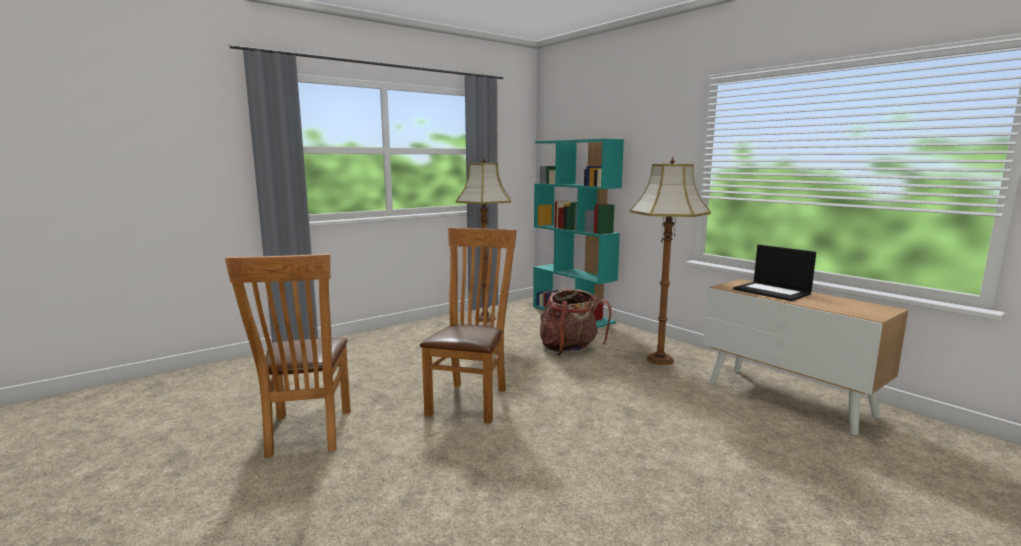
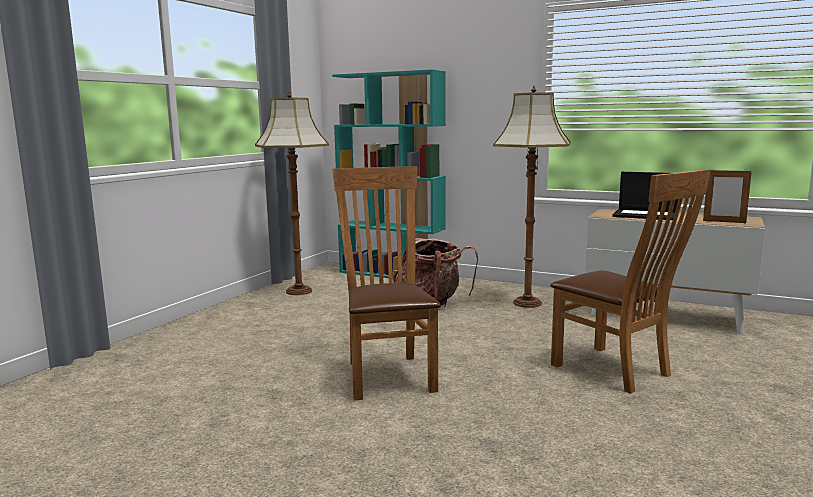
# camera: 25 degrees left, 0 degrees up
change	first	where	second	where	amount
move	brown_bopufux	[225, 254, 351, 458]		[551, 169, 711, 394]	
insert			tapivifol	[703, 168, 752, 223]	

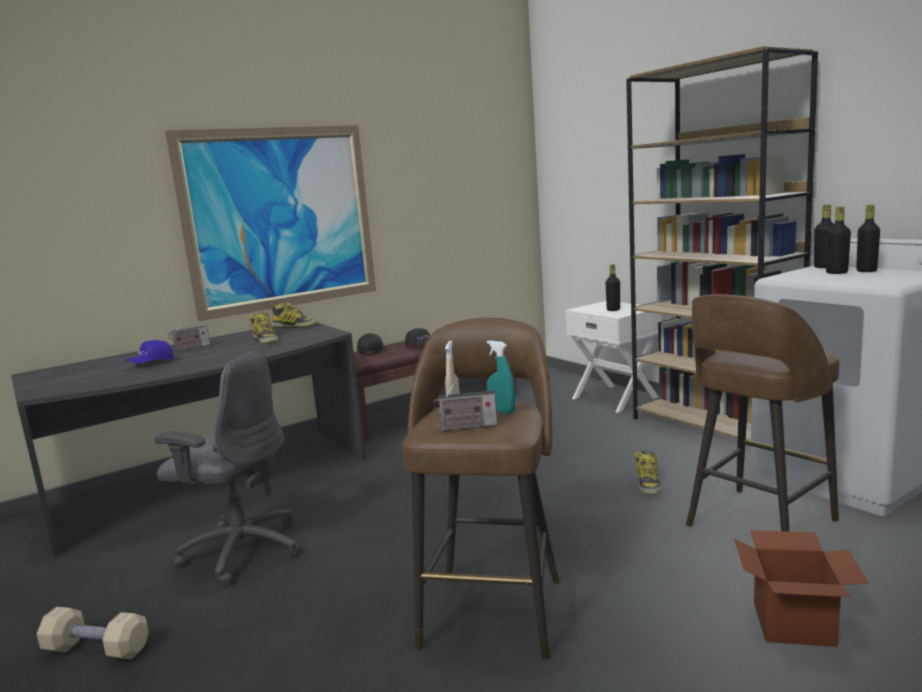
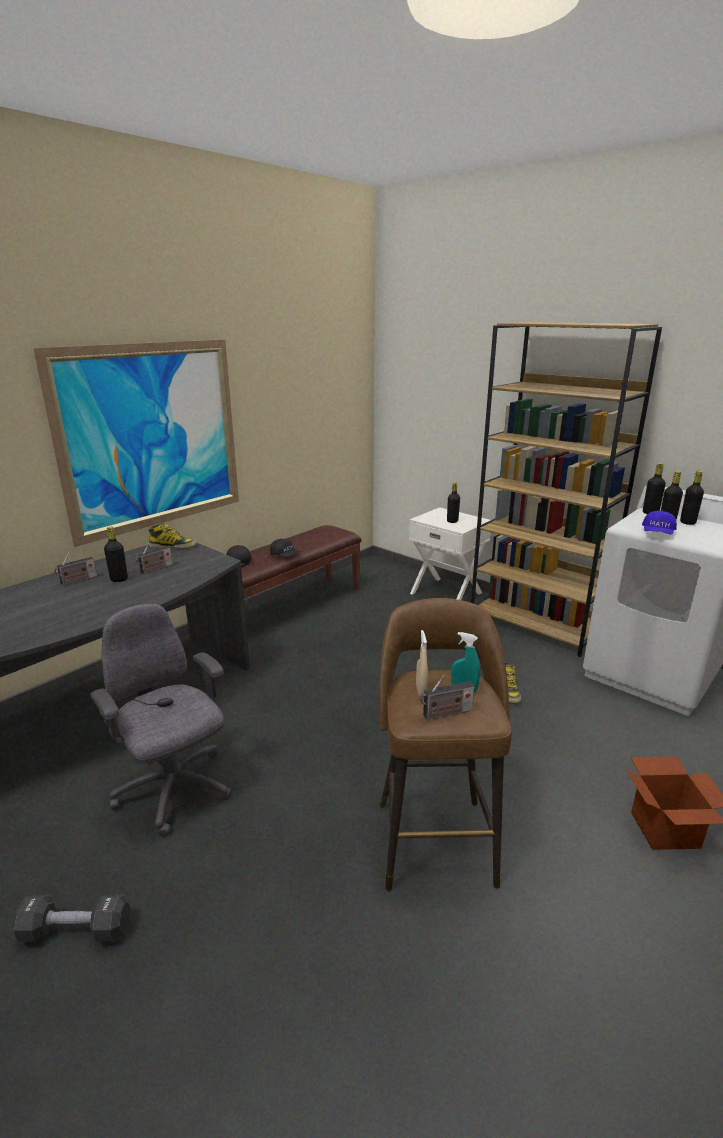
# camera: 15 degrees left, 10 degrees up
change	first	where	second	where	amount
delete	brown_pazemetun	[686, 294, 839, 532]			
replace	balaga	[249, 312, 279, 343]	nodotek	[136, 542, 173, 574]	
move	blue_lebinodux	[125, 340, 174, 364]		[642, 511, 677, 534]	
rotate	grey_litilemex	[155, 351, 302, 587]		[90, 604, 232, 837]	135 degrees counterclockwise
recolor	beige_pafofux	[37, 607, 149, 659]	black_pafofux	[12, 894, 130, 942]	
insert			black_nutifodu	[104, 527, 128, 582]	

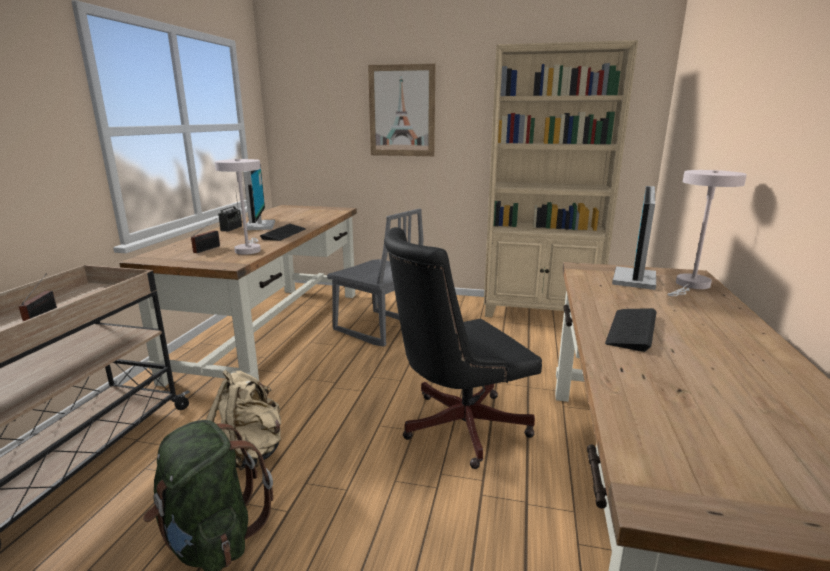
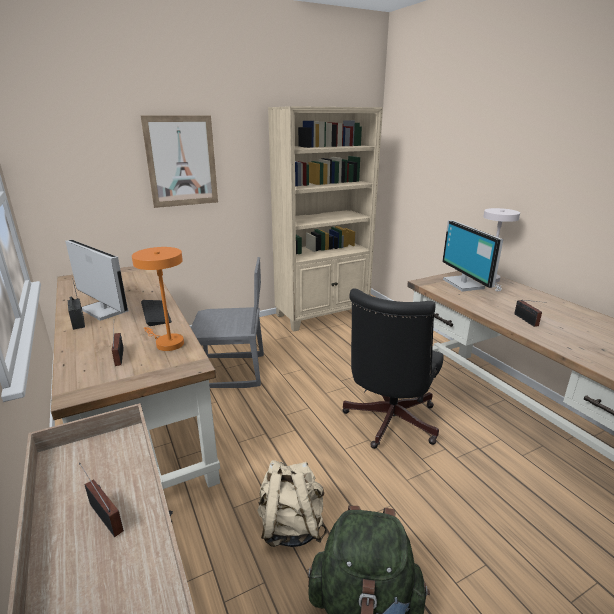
# camera: 40 degrees left, 5 degrees up
change	first	where	second	where	amount
recolor	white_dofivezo	[215, 159, 261, 255]	orange_dofivezo	[132, 247, 184, 351]	
replace	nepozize	[605, 308, 657, 352]	nodotek	[514, 300, 547, 327]	

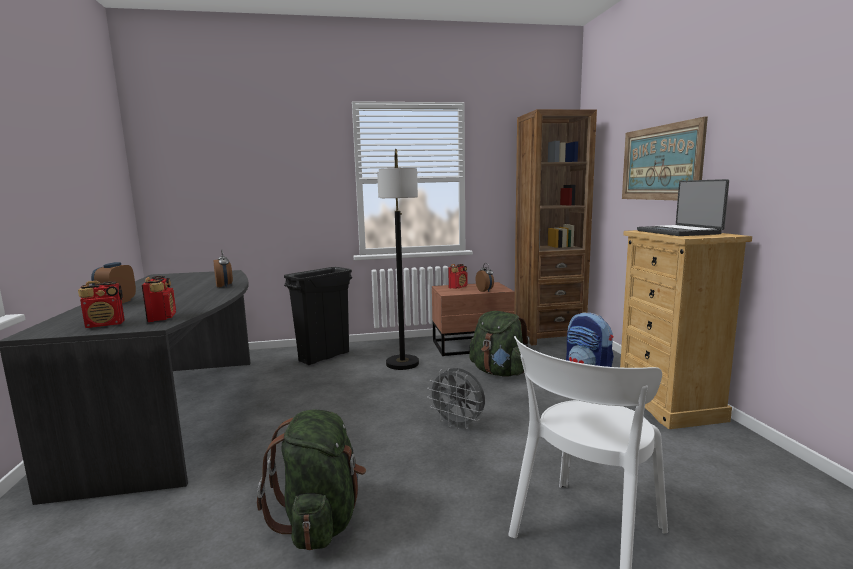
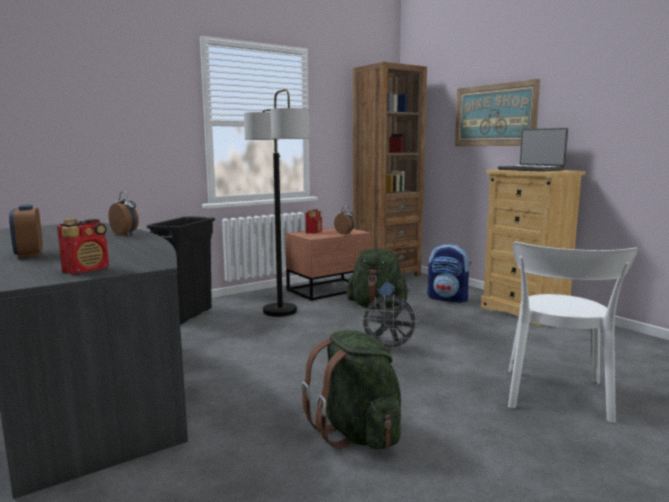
# camera: 25 degrees left, 0 degrees up
change	first	where	second	where	amount
delete	nodotek	[142, 276, 176, 322]			

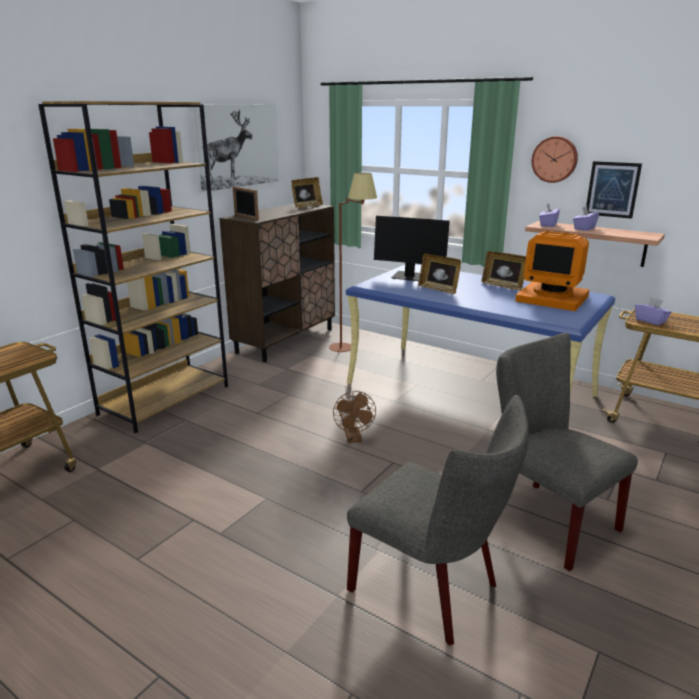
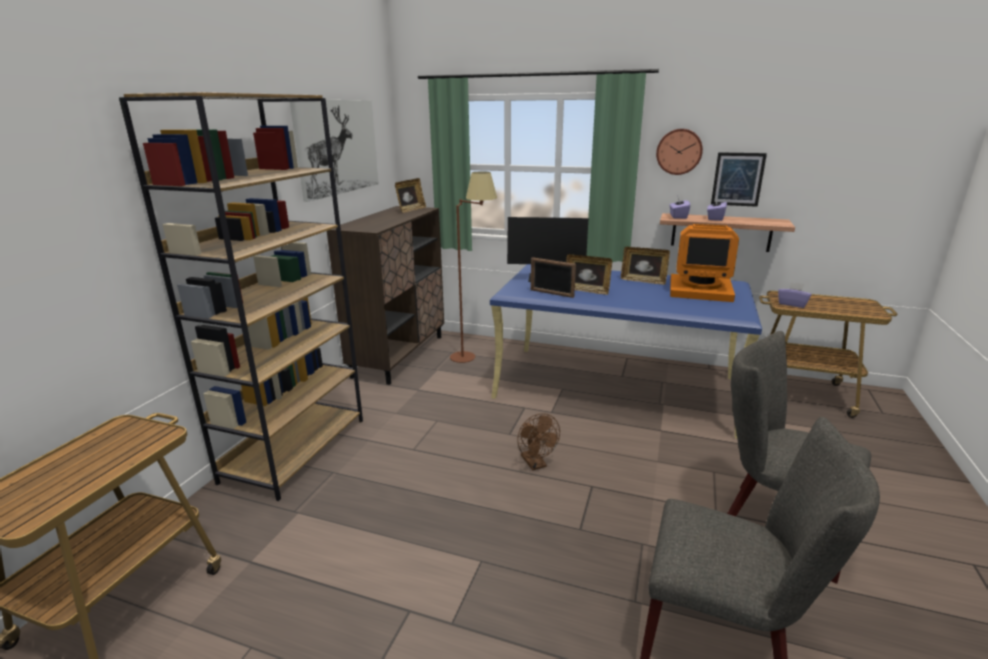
# camera: 15 degrees left, 0 degrees up
change	first	where	second	where	amount
move	tapivifol	[233, 186, 259, 221]		[531, 257, 576, 298]	

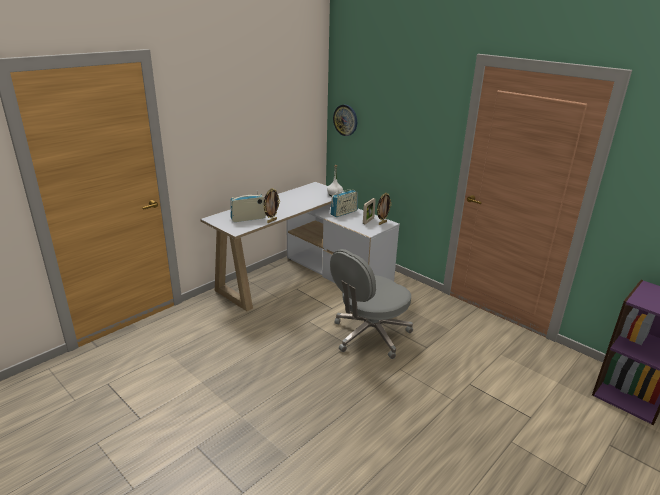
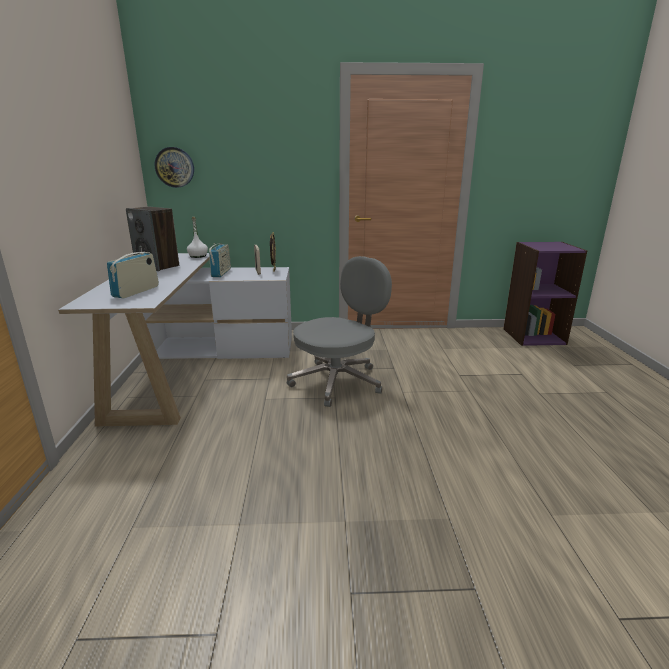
# camera: 45 degrees left, 5 degrees down
change	first	where	second	where	amount
delete	tapivifol	[263, 188, 280, 223]			
rotate	grey_litilemex	[330, 249, 413, 359]		[287, 256, 392, 407]	135 degrees counterclockwise
insert			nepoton	[126, 207, 179, 271]	

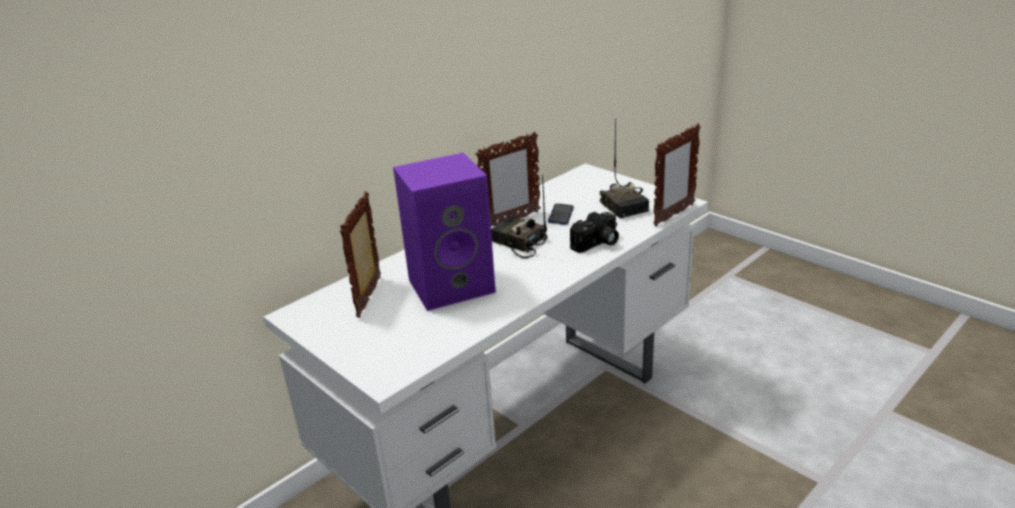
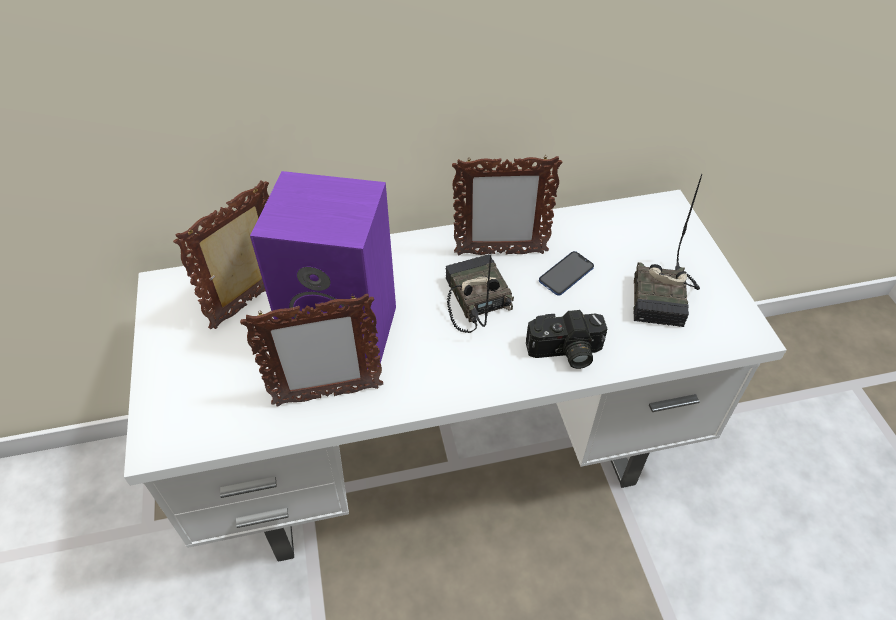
# camera: 30 degrees right, 20 degrees up
change	first	where	second	where	amount
move	tapivifol	[653, 123, 701, 227]		[240, 294, 383, 407]	

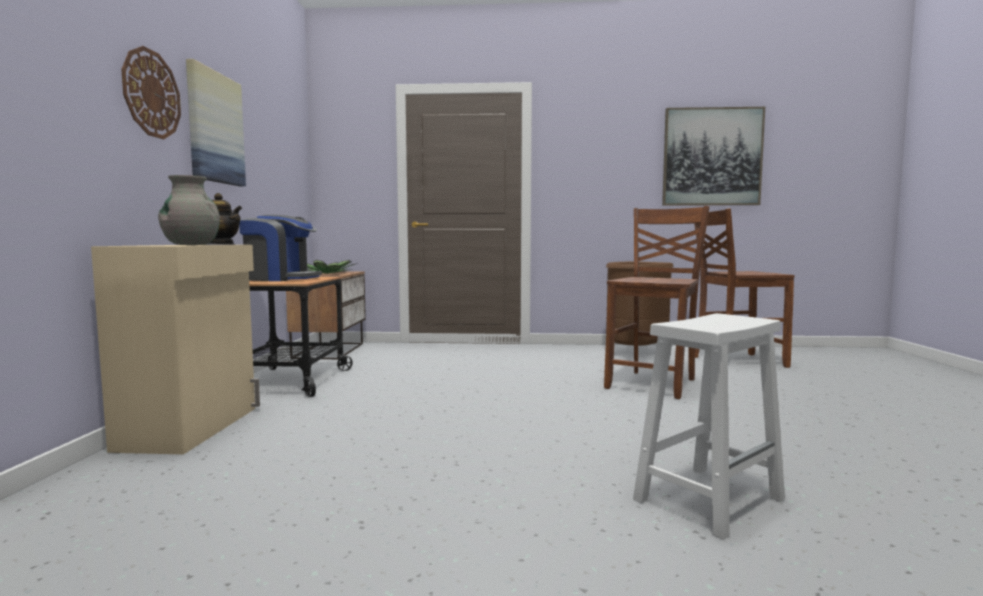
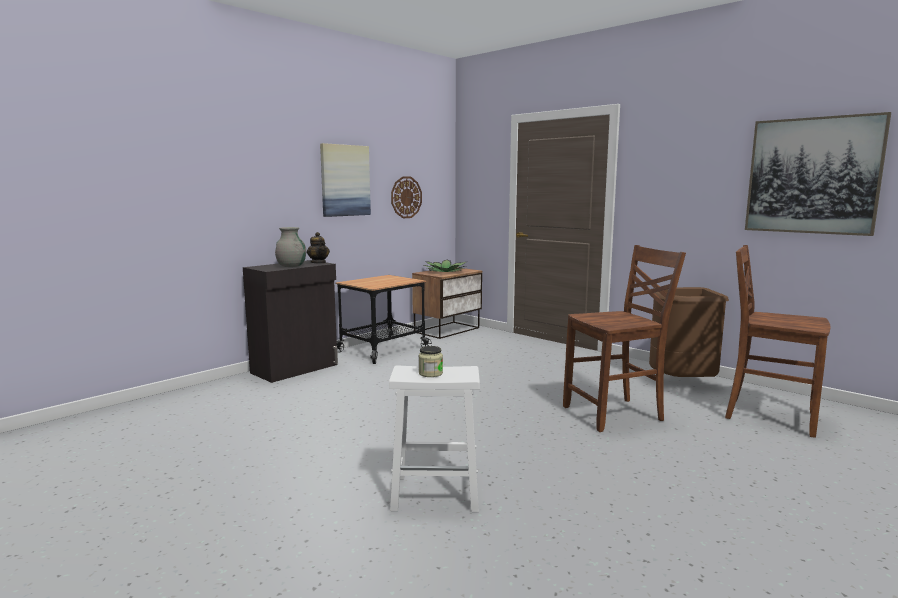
# camera: 40 degrees right, 5 degrees up
change	first	where	second	where	amount
move	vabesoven	[121, 46, 181, 139]		[391, 176, 422, 218]	
delete	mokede	[239, 215, 322, 281]			
recolor	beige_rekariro	[91, 245, 260, 454]	black_rekariro	[243, 260, 338, 383]	
insert			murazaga	[418, 346, 443, 377]	

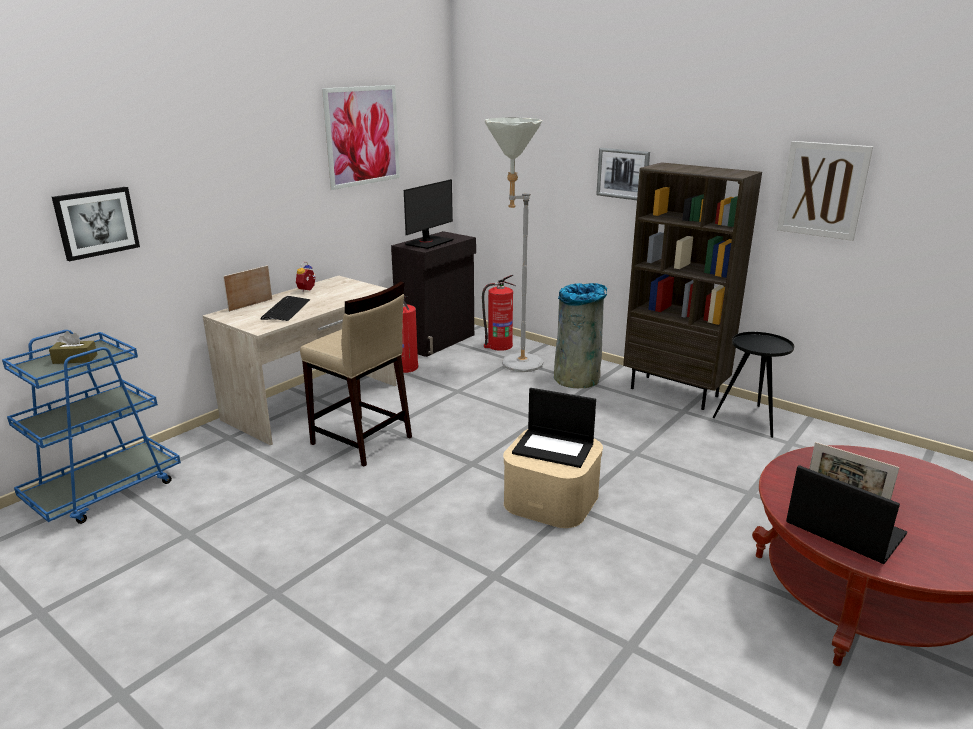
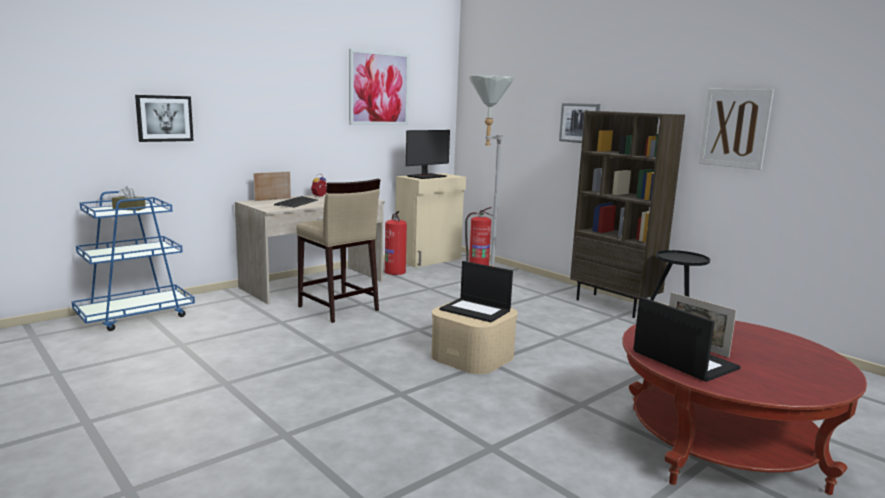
# camera: 10 degrees right, 10 degrees down
change	first	where	second	where	amount
recolor	black_rekariro	[391, 231, 476, 357]	beige_rekariro	[395, 173, 466, 268]	
delete	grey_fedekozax	[554, 283, 607, 388]			

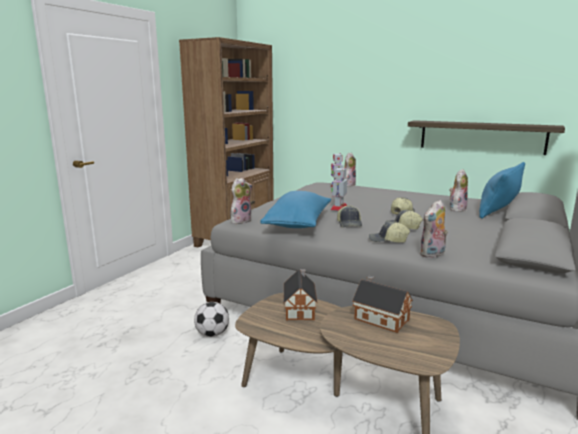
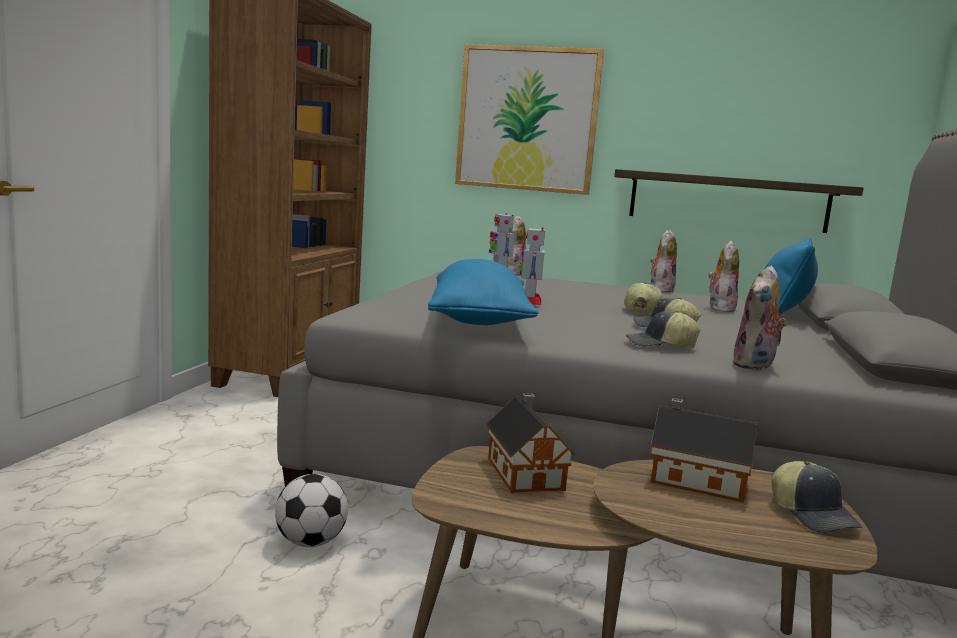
# camera: 15 degrees left, 5 degrees down
change	first	where	second	where	amount
move	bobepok	[230, 178, 252, 224]		[650, 230, 677, 292]	
move	lebinodux	[337, 205, 362, 227]		[772, 461, 863, 533]	
insert			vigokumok	[455, 44, 604, 195]	

